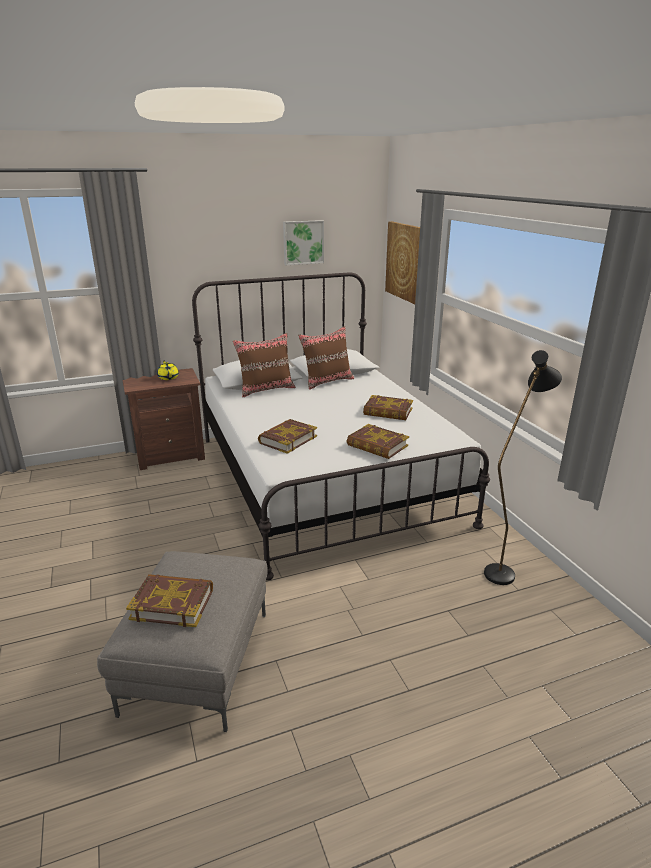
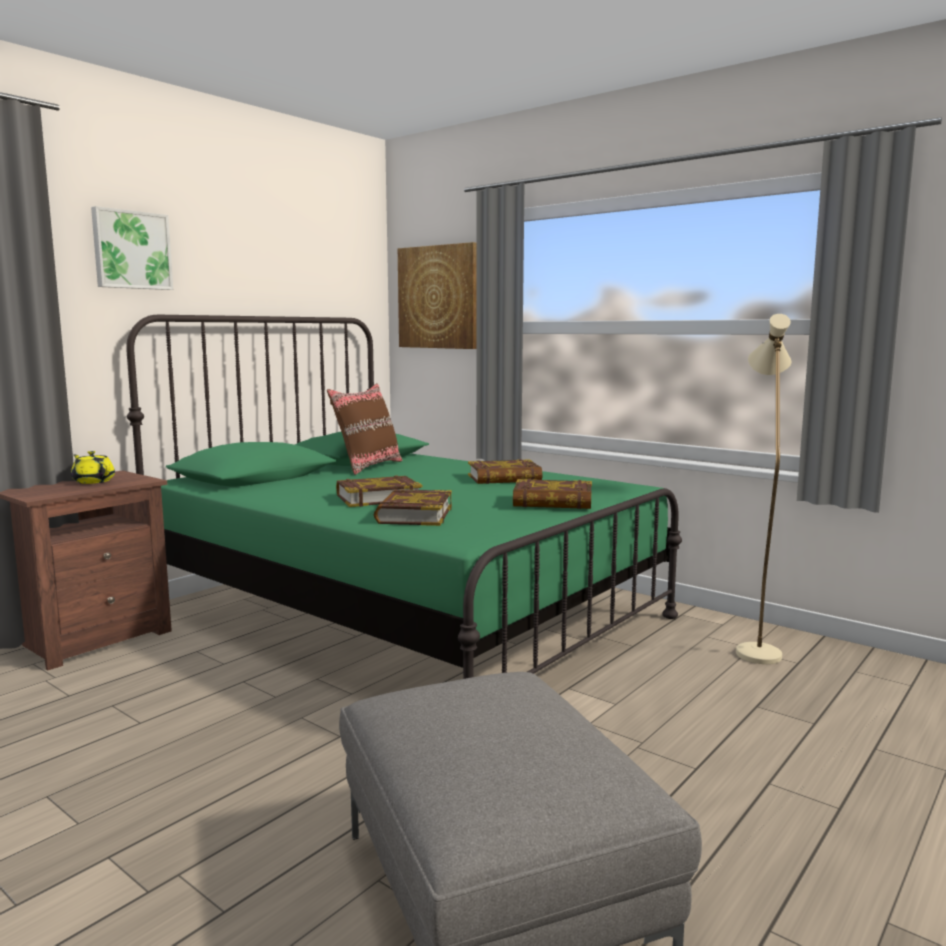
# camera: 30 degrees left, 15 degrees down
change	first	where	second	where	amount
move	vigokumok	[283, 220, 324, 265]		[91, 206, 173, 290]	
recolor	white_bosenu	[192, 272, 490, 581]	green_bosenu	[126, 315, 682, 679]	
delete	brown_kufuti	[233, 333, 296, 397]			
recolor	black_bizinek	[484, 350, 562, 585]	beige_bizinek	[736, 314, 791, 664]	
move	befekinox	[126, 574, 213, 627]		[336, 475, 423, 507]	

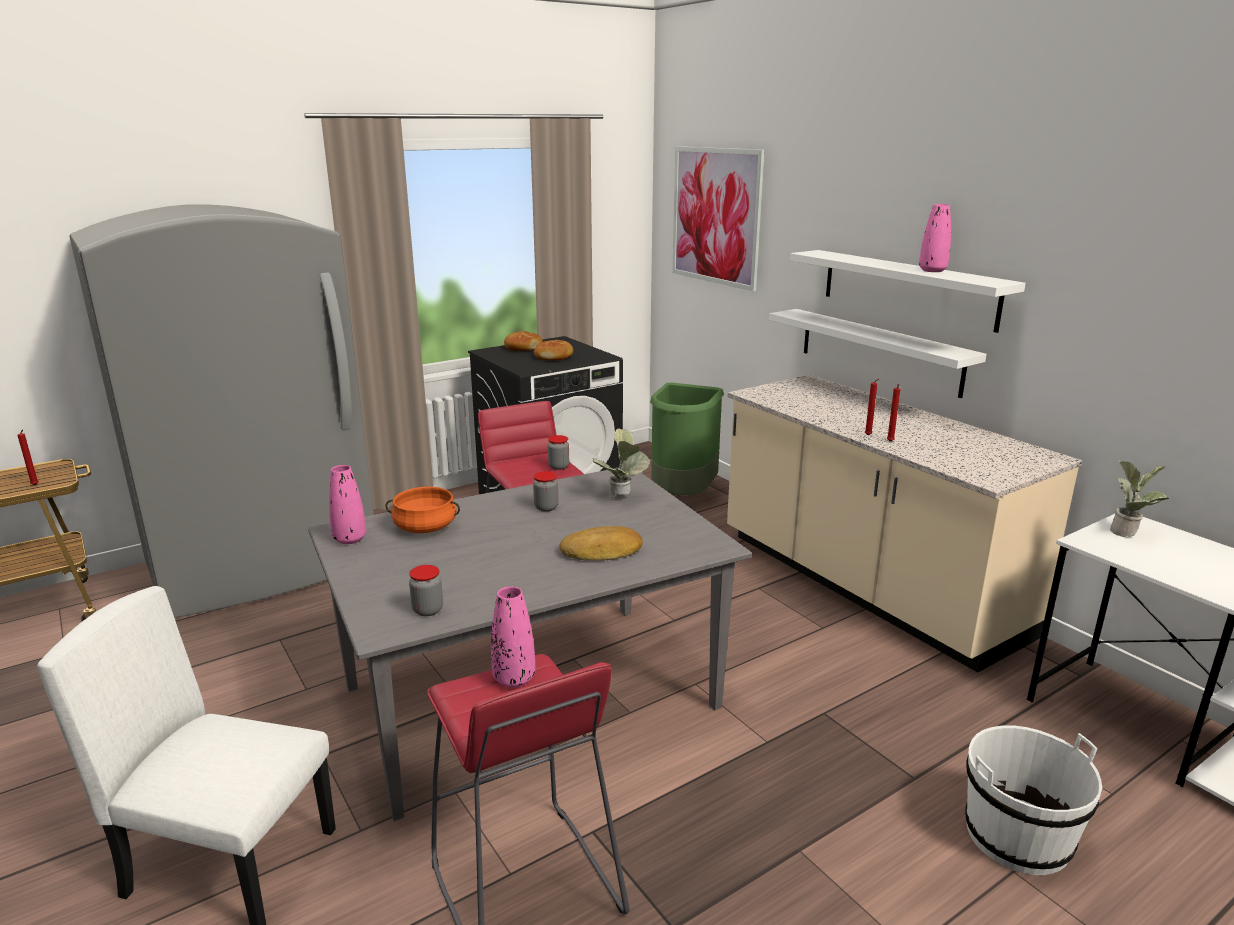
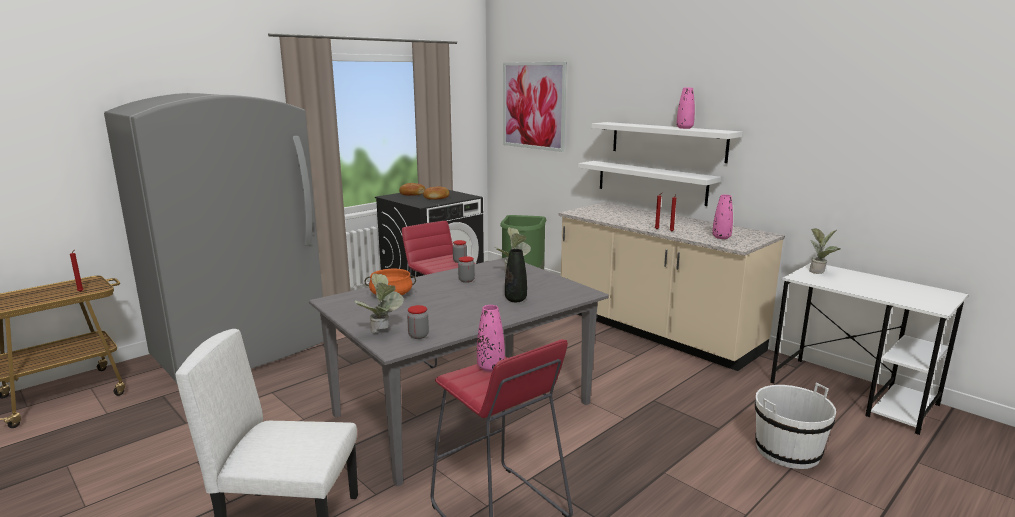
# camera: 10 degrees left, 5 degrees down
change	first	where	second	where	amount
move	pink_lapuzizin	[329, 465, 366, 544]		[712, 195, 733, 239]	
replace	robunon	[559, 526, 643, 561]	black_lapuzizin	[505, 249, 527, 302]	
insert			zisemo	[355, 273, 404, 333]	

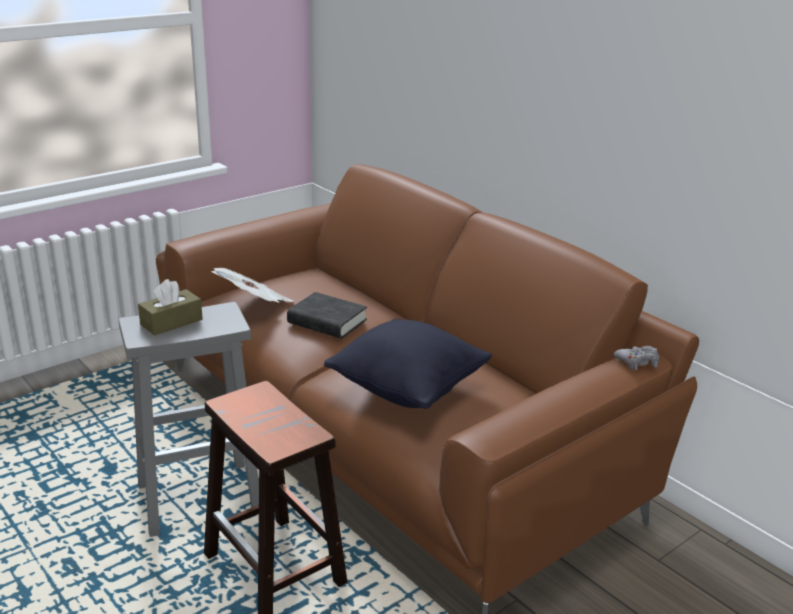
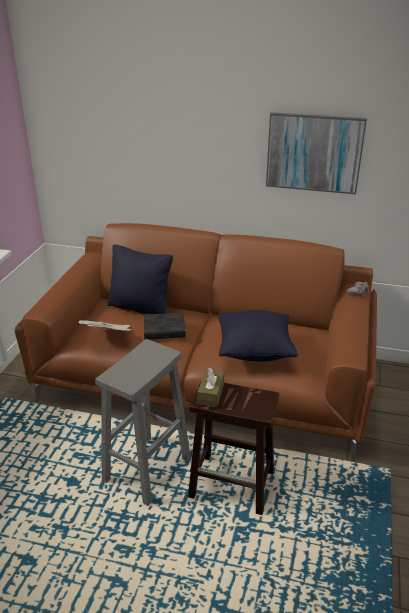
# camera: 35 degrees left, 5 degrees up
change	first	where	second	where	amount
move	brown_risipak	[138, 279, 203, 335]		[198, 367, 224, 407]	
insert			vigokumok	[266, 112, 367, 194]	
insert			black_kufuti	[107, 244, 173, 314]	

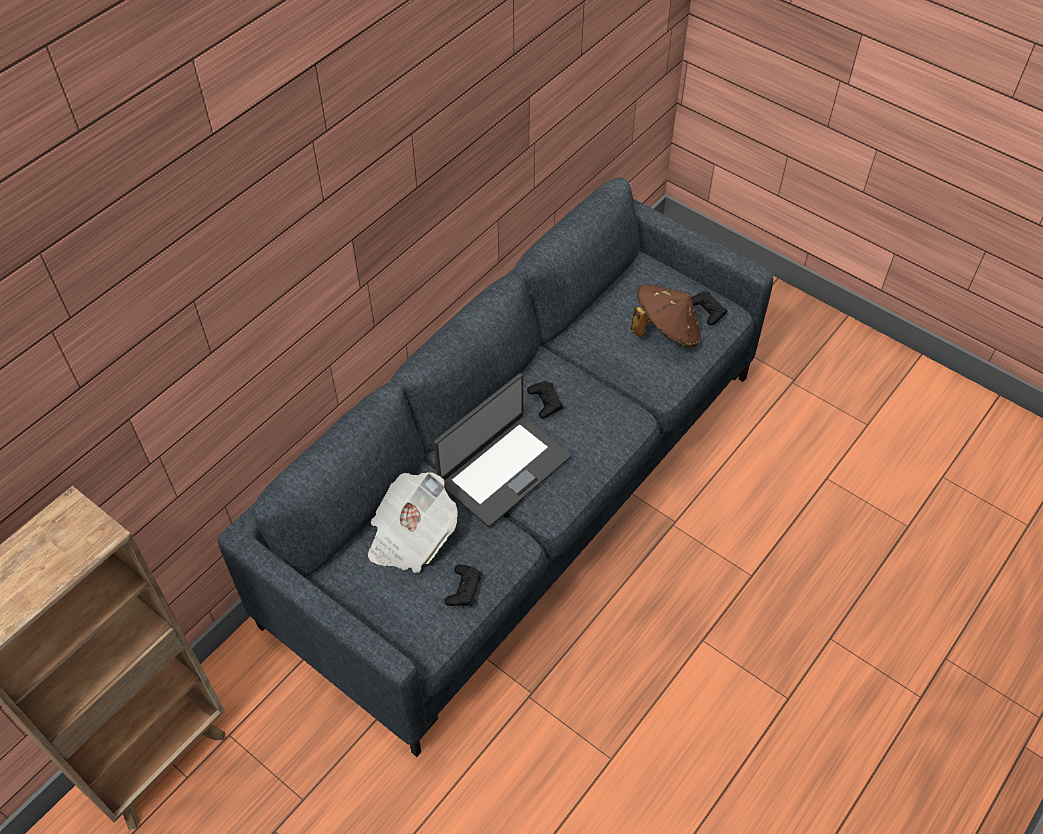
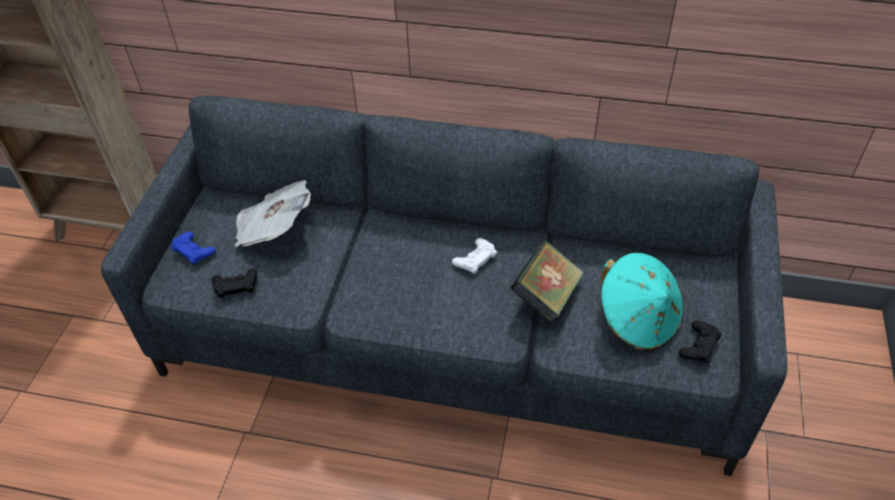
# camera: 65 degrees right, 5 degrees down
change	first	where	second	where	amount
recolor	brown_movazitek	[631, 284, 701, 347]	turquoise_movazitek	[601, 253, 683, 351]	
delete	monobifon	[433, 373, 571, 527]			
recolor	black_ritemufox	[527, 381, 563, 419]	white_ritemufox	[452, 238, 497, 274]	
insert			blue_ritemufox	[171, 231, 216, 265]	
insert			befekinox	[510, 241, 584, 322]	

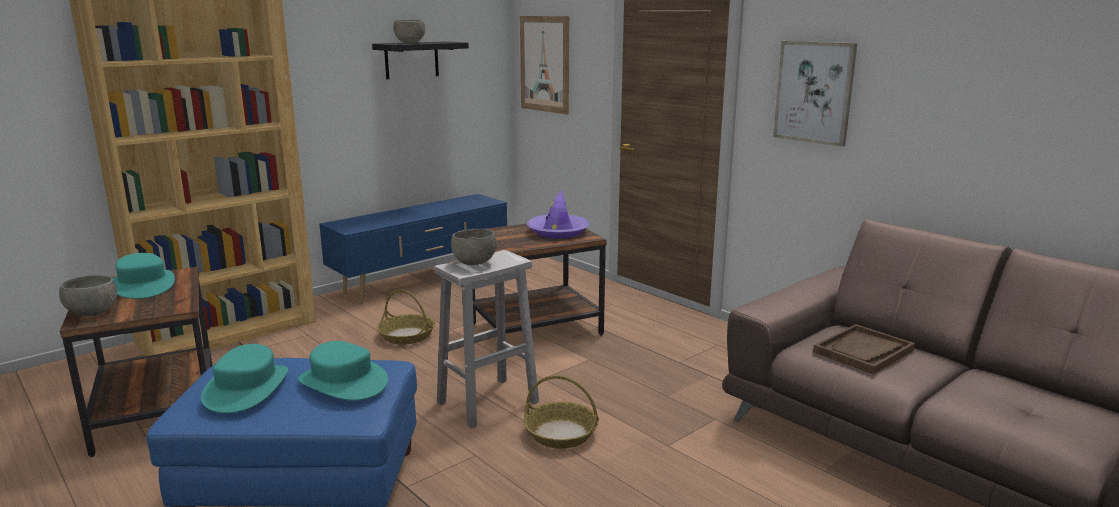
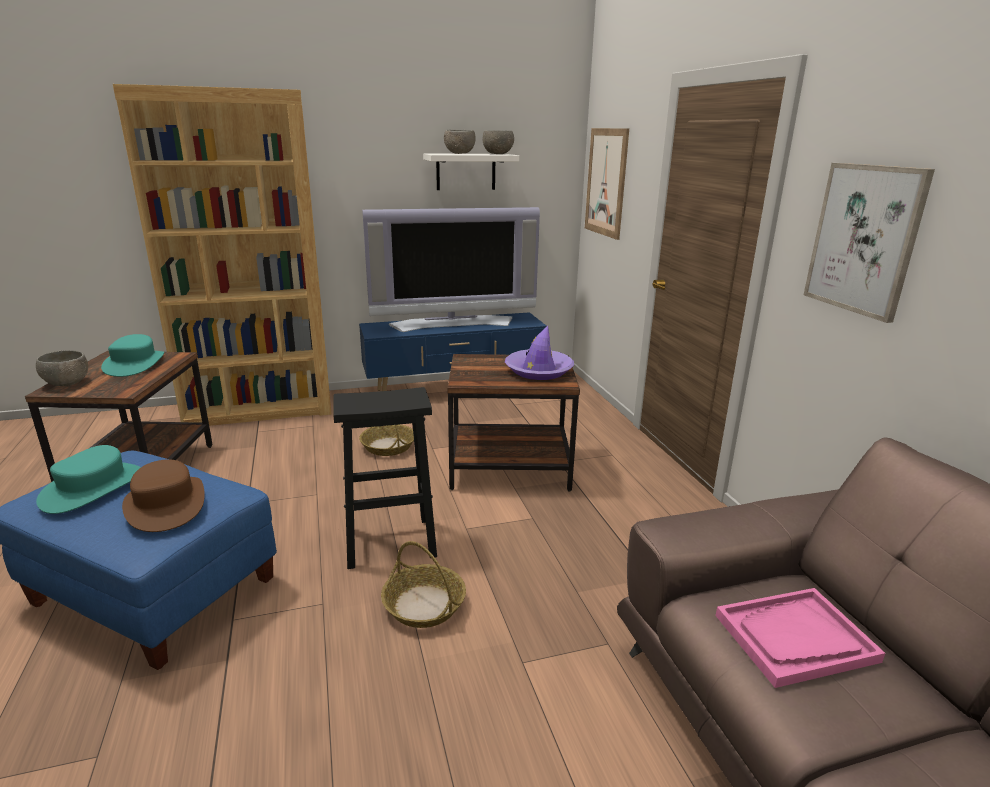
# camera: 25 degrees right, 5 degrees up
change	first	where	second	where	amount
recolor	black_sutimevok	[372, 41, 469, 79]	white_sutimevok	[423, 153, 519, 190]	
move	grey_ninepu	[451, 229, 497, 265]		[483, 130, 514, 154]	
recolor	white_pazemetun	[434, 250, 539, 428]	black_pazemetun	[333, 387, 437, 569]	
recolor	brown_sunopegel	[813, 324, 915, 374]	pink_sunopegel	[715, 588, 885, 688]	
recolor	turquoise_movazitek	[298, 341, 388, 401]	brown_movazitek	[122, 459, 205, 532]	
insert			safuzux	[362, 207, 540, 332]	

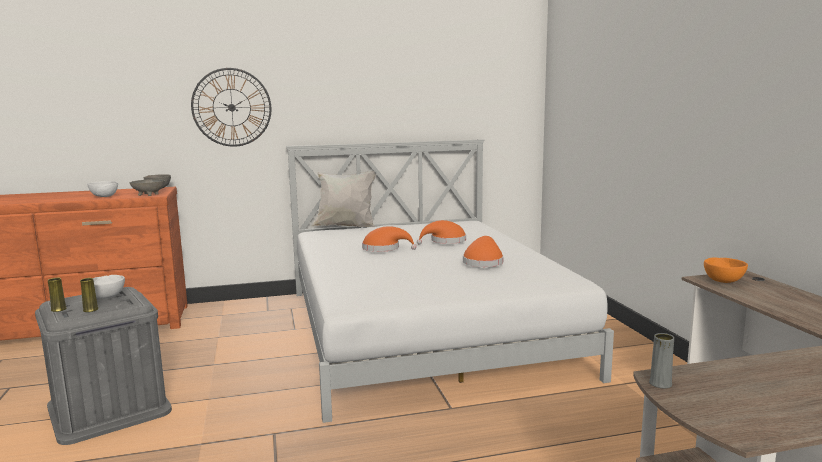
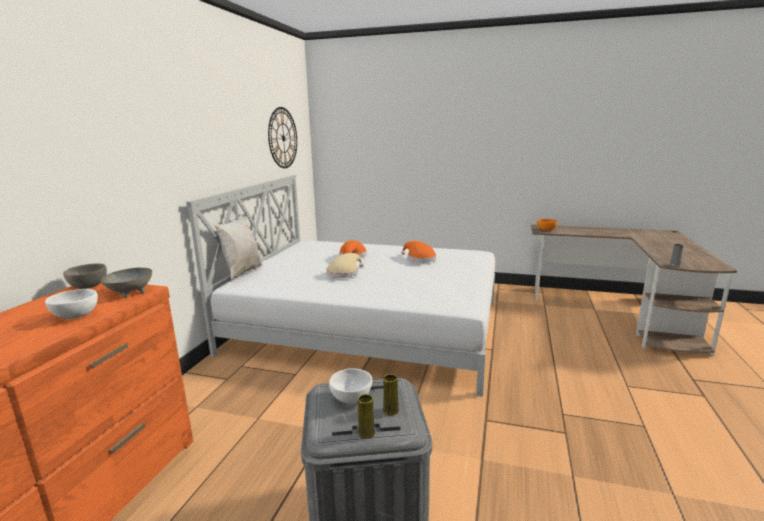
# camera: 60 degrees left, 5 degrees up
change	first	where	second	where	amount
move	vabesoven	[191, 68, 271, 147]		[268, 107, 297, 168]	
recolor	orange_movazitek	[362, 226, 417, 252]	beige_movazitek	[327, 253, 364, 278]	

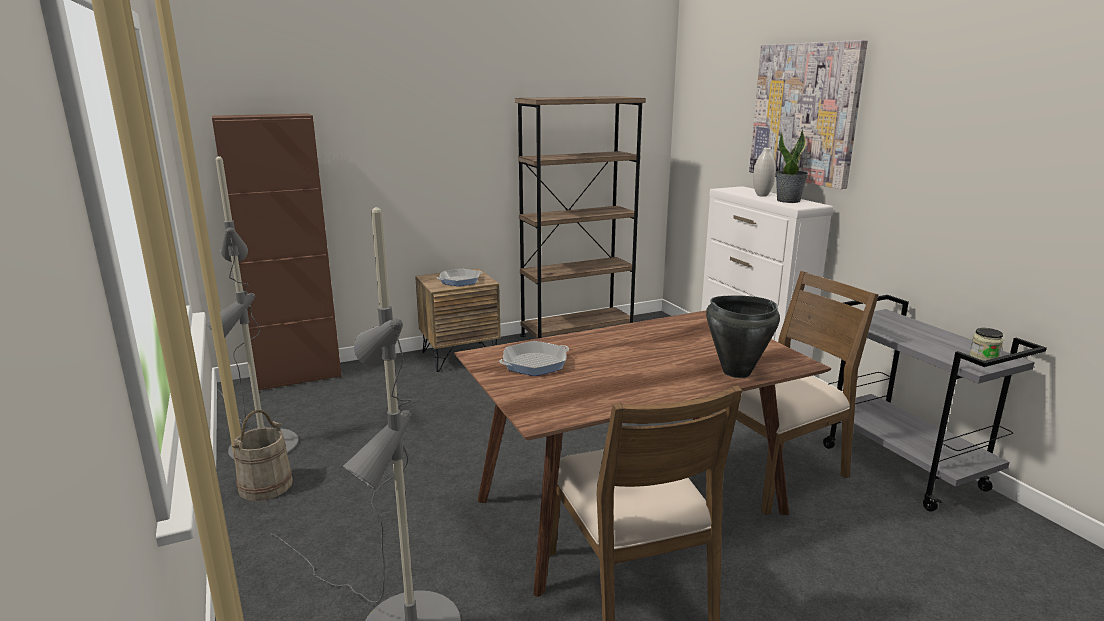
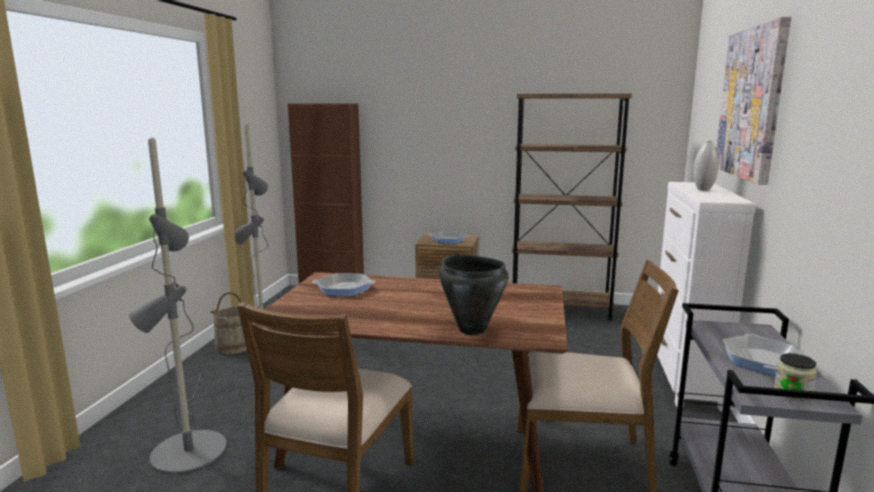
# camera: 35 degrees right, 5 degrees down
change	first	where	second	where	amount
delete	zisemo	[775, 130, 808, 203]			
insert			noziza	[723, 334, 802, 375]	

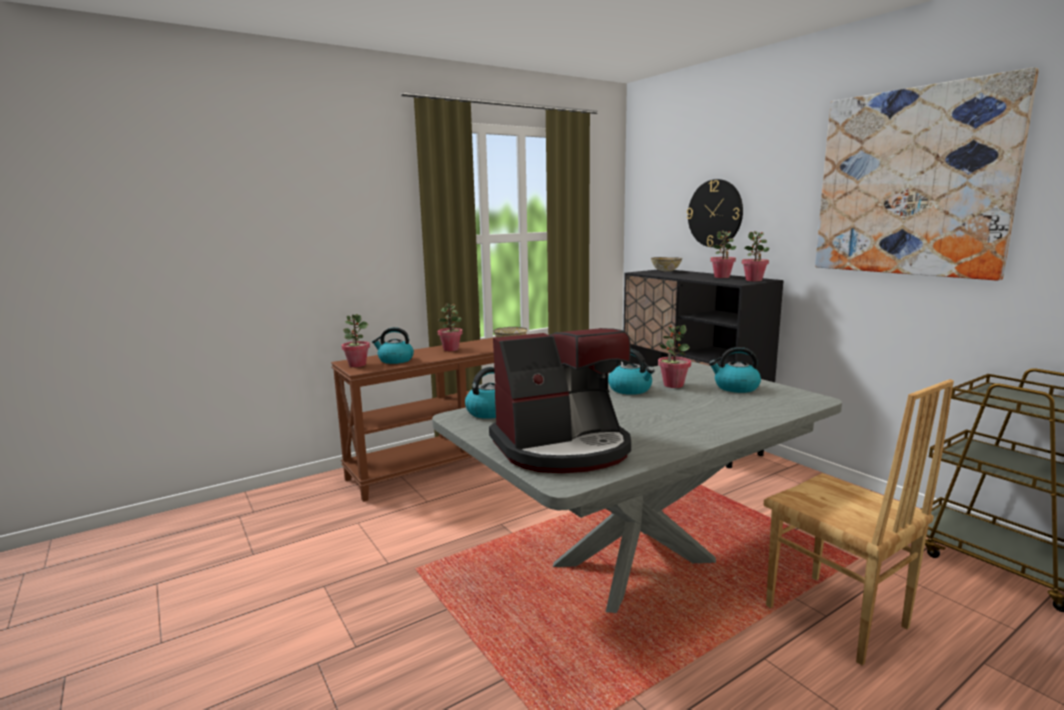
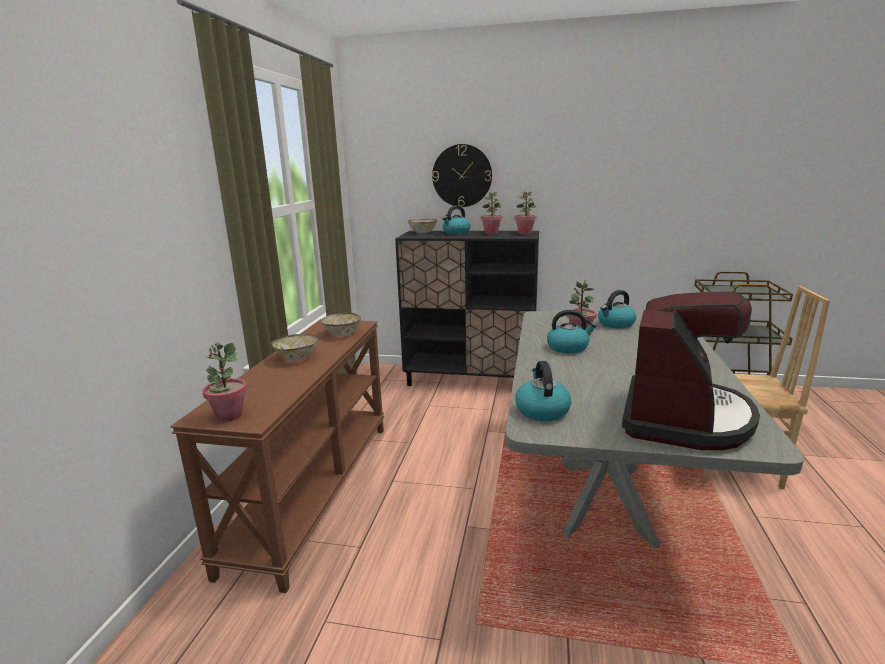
# camera: 45 degrees left, 5 degrees up
change	first	where	second	where	amount
delete	vigokumok	[815, 67, 1039, 281]			
replace	zisemo	[438, 303, 463, 351]	ninepu	[271, 334, 318, 361]	
move	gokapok	[372, 327, 414, 364]		[442, 206, 470, 234]	

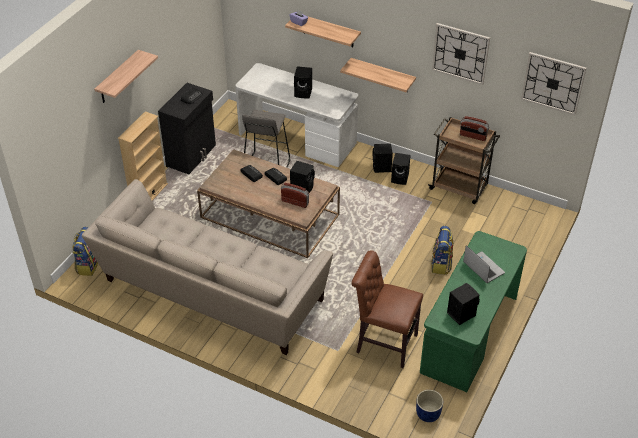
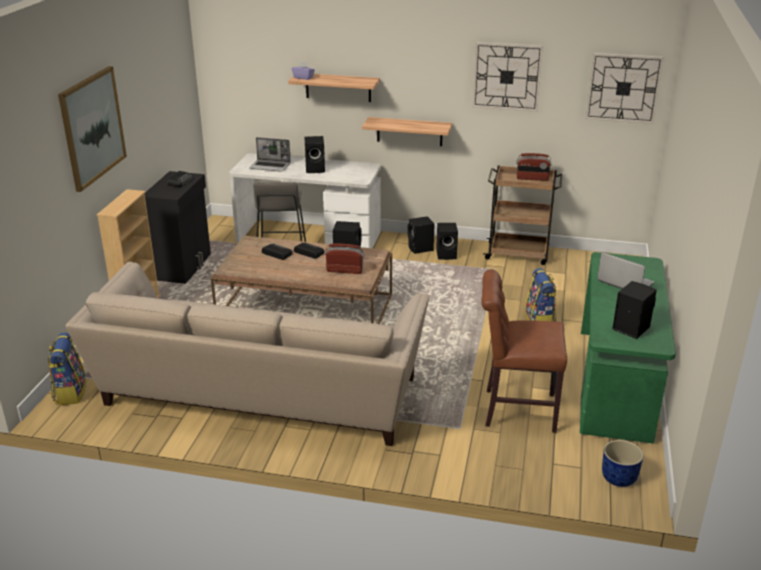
# camera: 15 degrees left, 15 degrees down
change	first	where	second	where	amount
replace	sutimevok	[94, 50, 158, 103]	vigokumok	[58, 66, 127, 192]	
insert			monobifon	[249, 137, 291, 172]	

